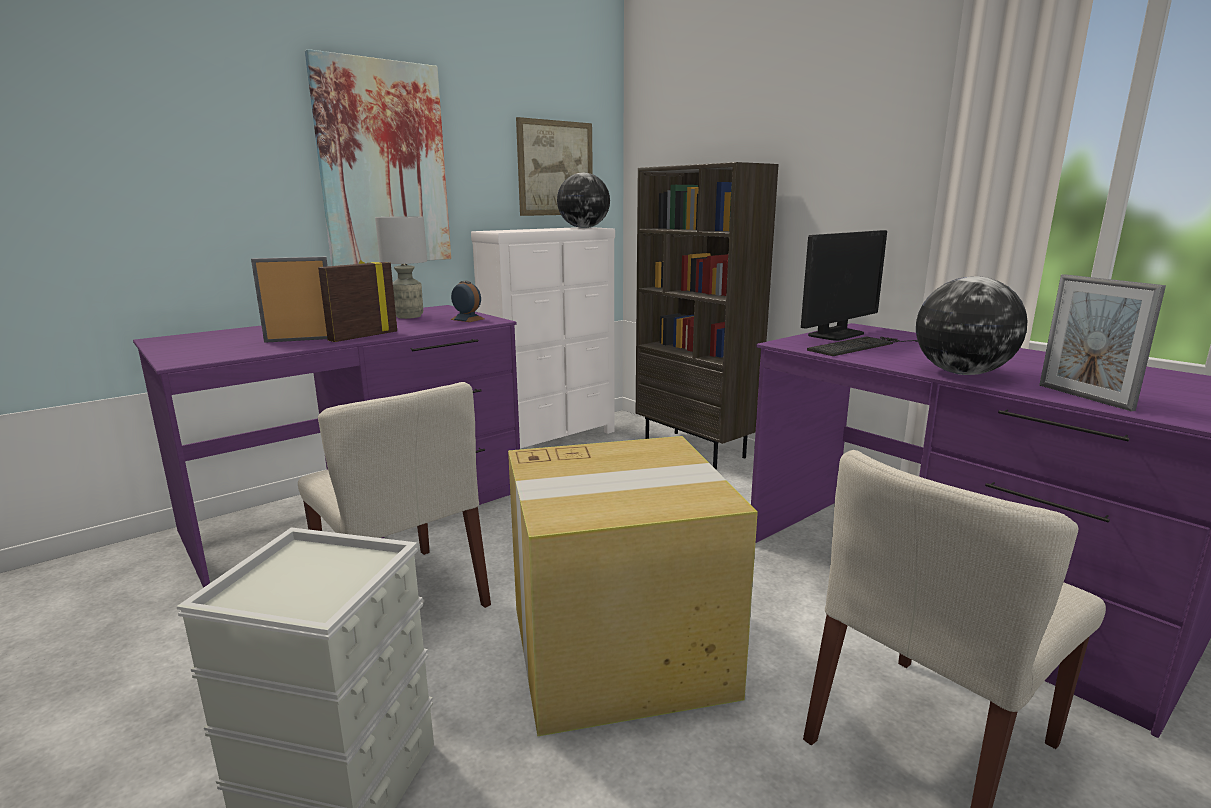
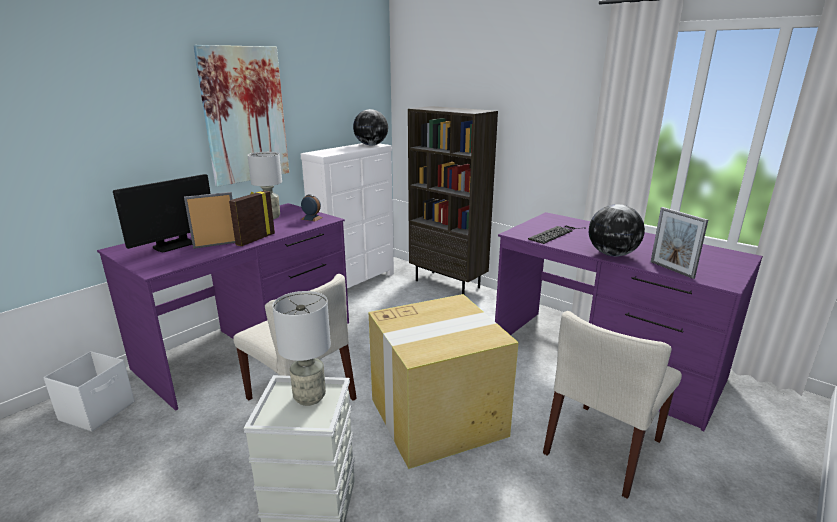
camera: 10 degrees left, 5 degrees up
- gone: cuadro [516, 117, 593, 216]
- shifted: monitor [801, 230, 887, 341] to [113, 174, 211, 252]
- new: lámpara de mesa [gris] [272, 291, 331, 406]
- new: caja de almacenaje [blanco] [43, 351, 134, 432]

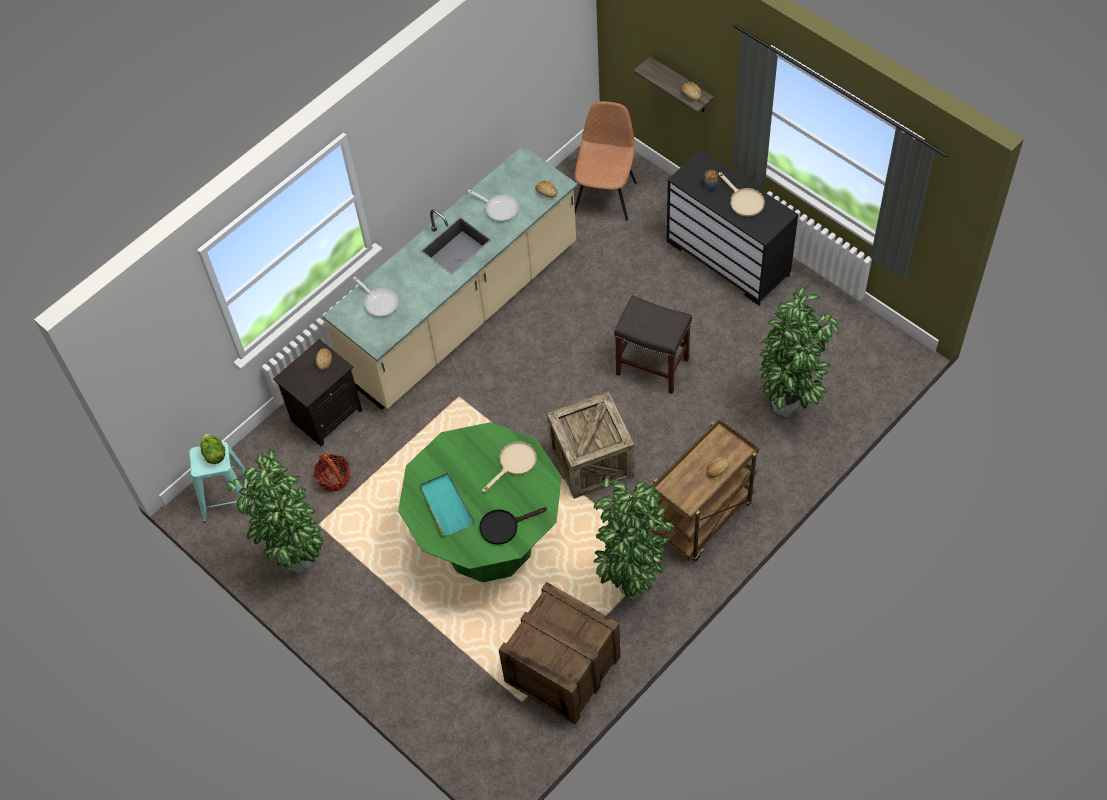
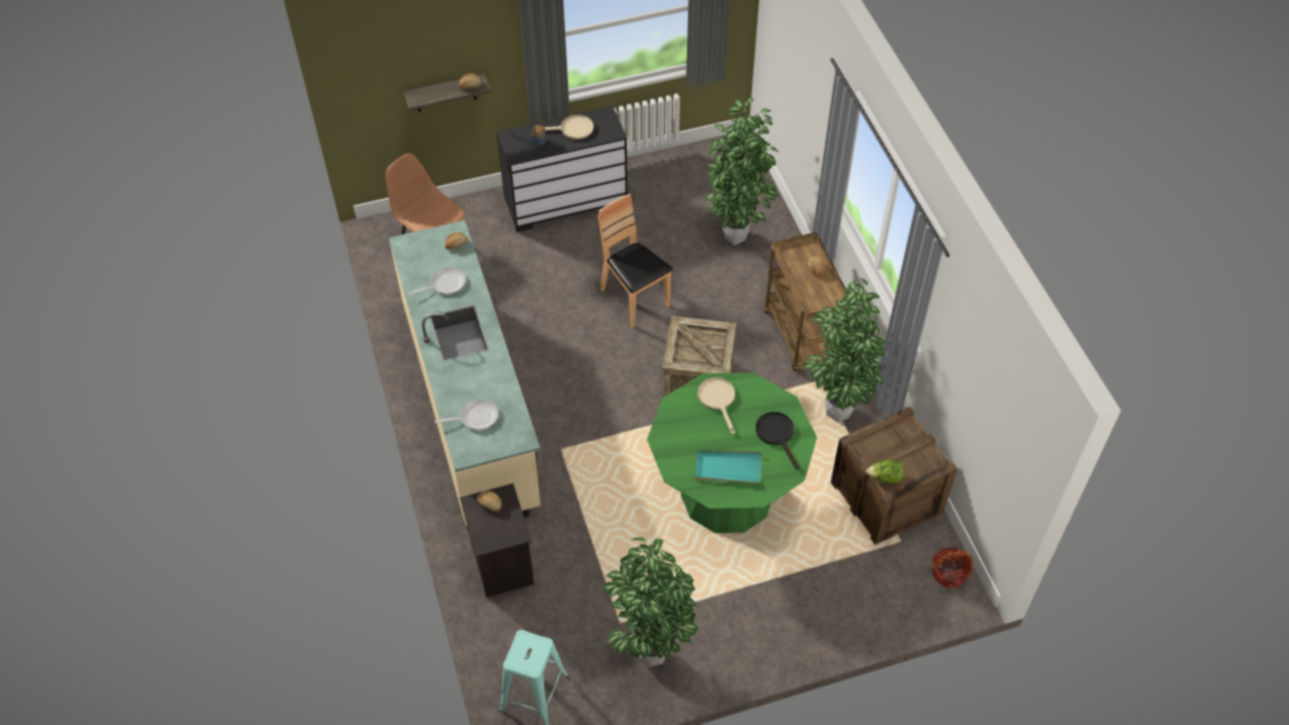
camera: 65 degrees left, 5 degrees down
- swapped: taburete [gris] [614, 295, 692, 394] to silla [marrón] [598, 194, 673, 328]
- shifted: lechuga [200, 433, 225, 464] to [866, 460, 904, 483]
- shifted: cesta [314, 454, 350, 492] to [932, 547, 973, 588]
- rotated: sartén [negro] [479, 507, 547, 545] = [756, 412, 799, 470] 150 degrees clockwise

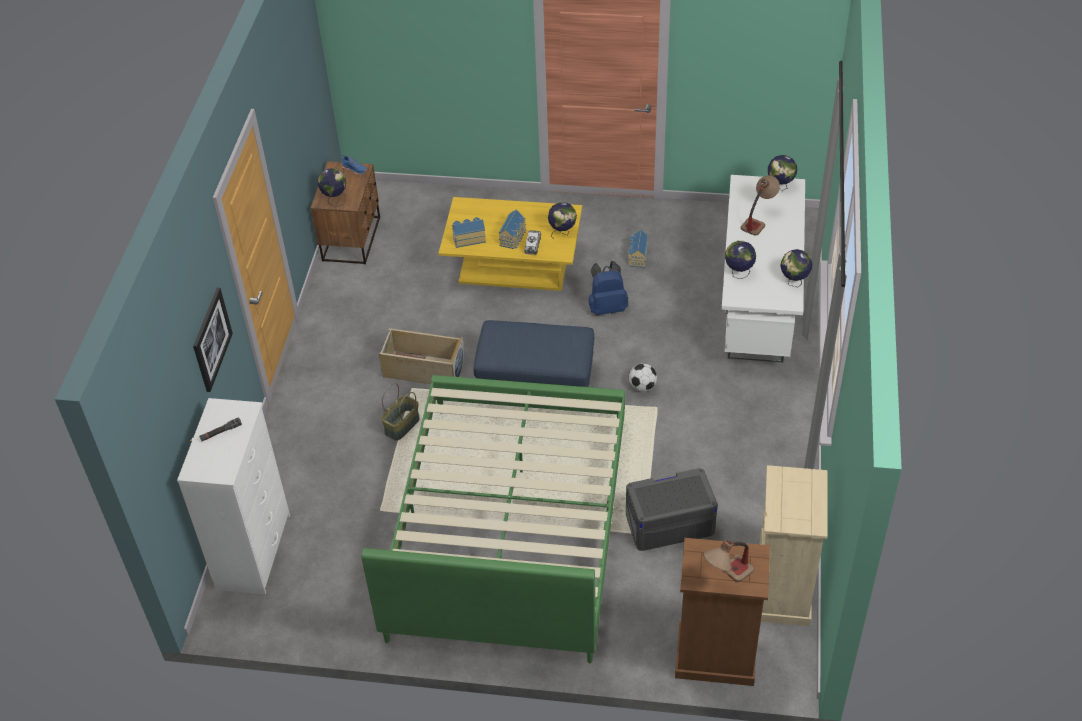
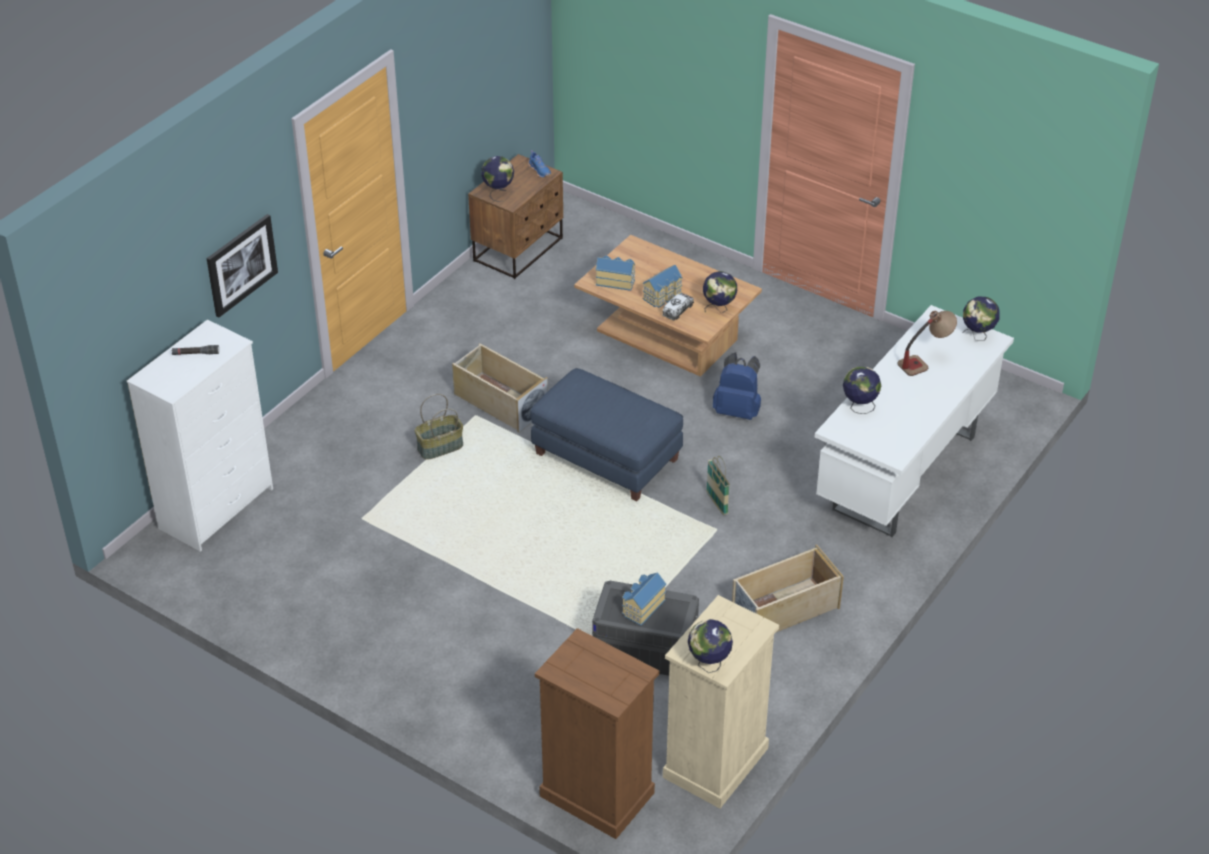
camera: 25 degrees right, 5 degrees down
- repainted: mesa de centro [amarillo] [439, 197, 582, 291] to mesa de centro [marrón] [574, 235, 762, 377]
- shifted: casita [628, 230, 648, 268] to [622, 572, 666, 626]
- shifted: globo terráqueo [780, 249, 812, 287] to [688, 619, 733, 673]
- swapped: balón de fútbol [629, 363, 657, 392] to cesta [706, 456, 730, 515]
- gone: cama [verde] [361, 375, 625, 663]
- gone: lámpara de mesa [703, 540, 754, 582]
- new: caja de almacenaje [beis] [732, 545, 844, 632]

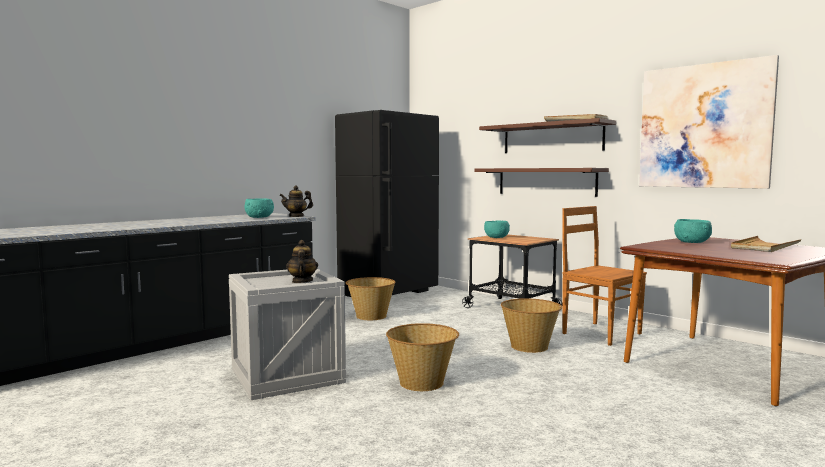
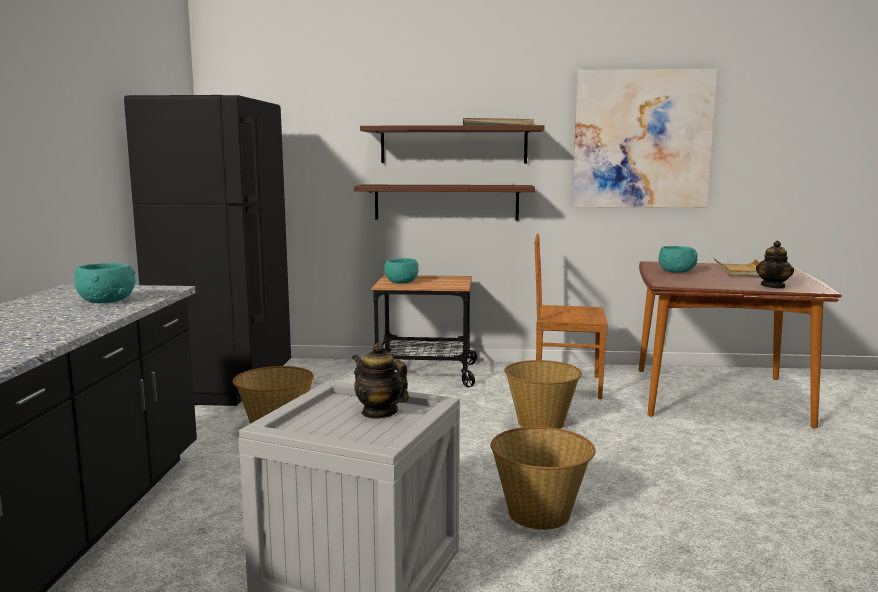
camera: 40 degrees left, 5 degrees up
- shifted: tetera [279, 186, 313, 217] to [756, 241, 794, 289]

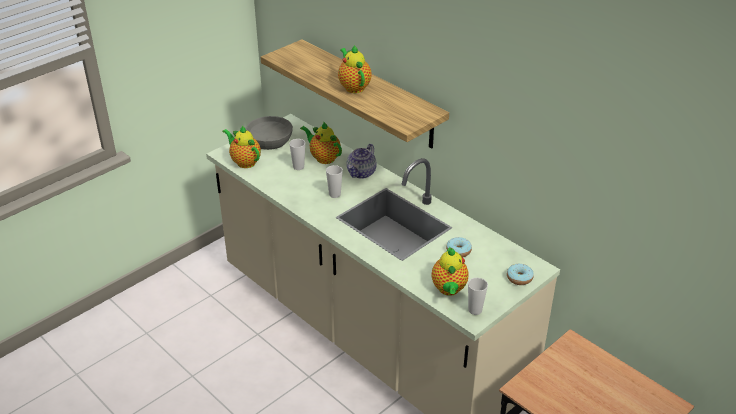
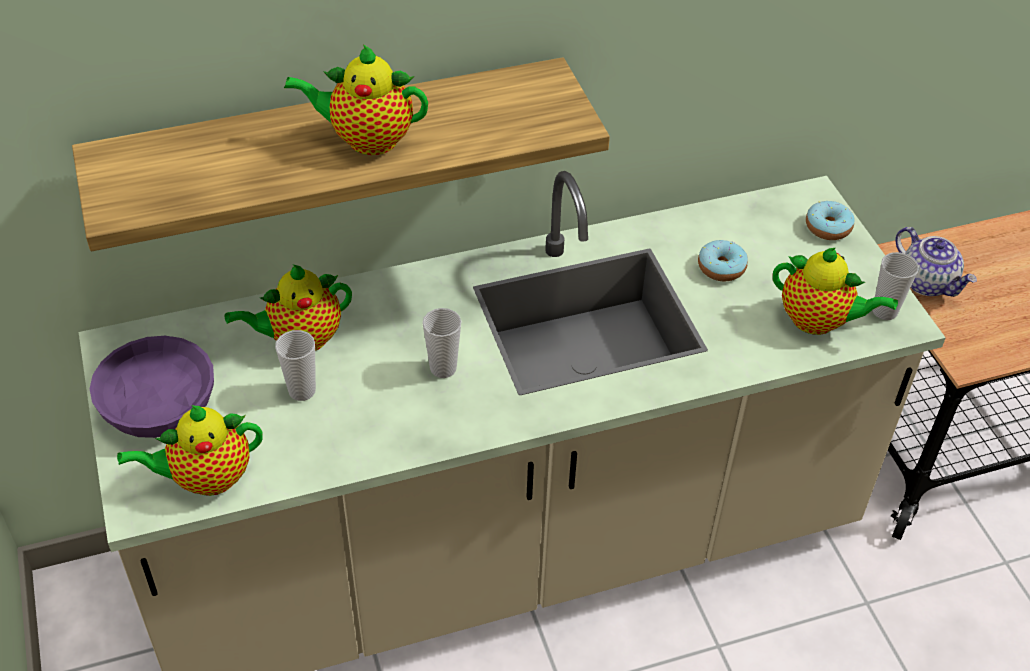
camera: 65 degrees left, 10 degrees up
- repainted: cuenco [gris] [245, 116, 293, 150] to cuenco [morado] [90, 336, 214, 438]
- shifted: tetera [347, 144, 376, 179] to [895, 227, 977, 297]

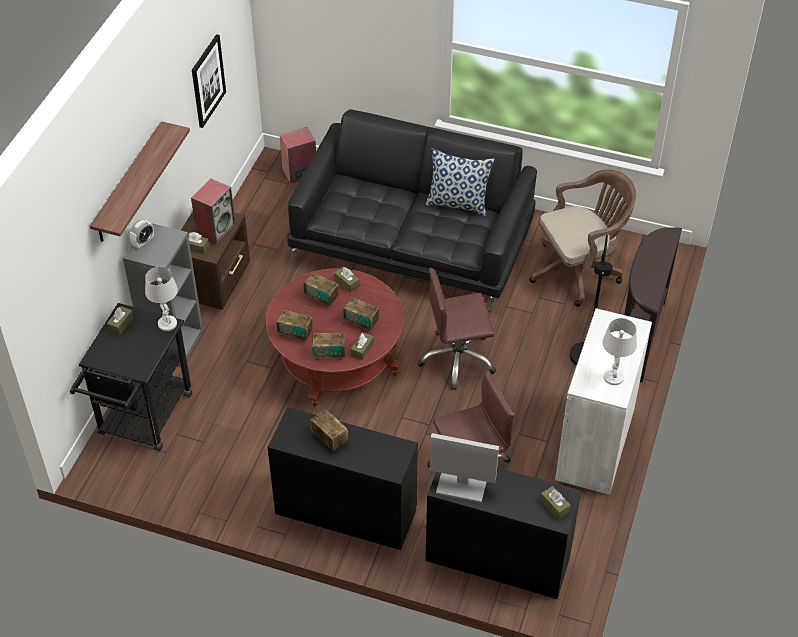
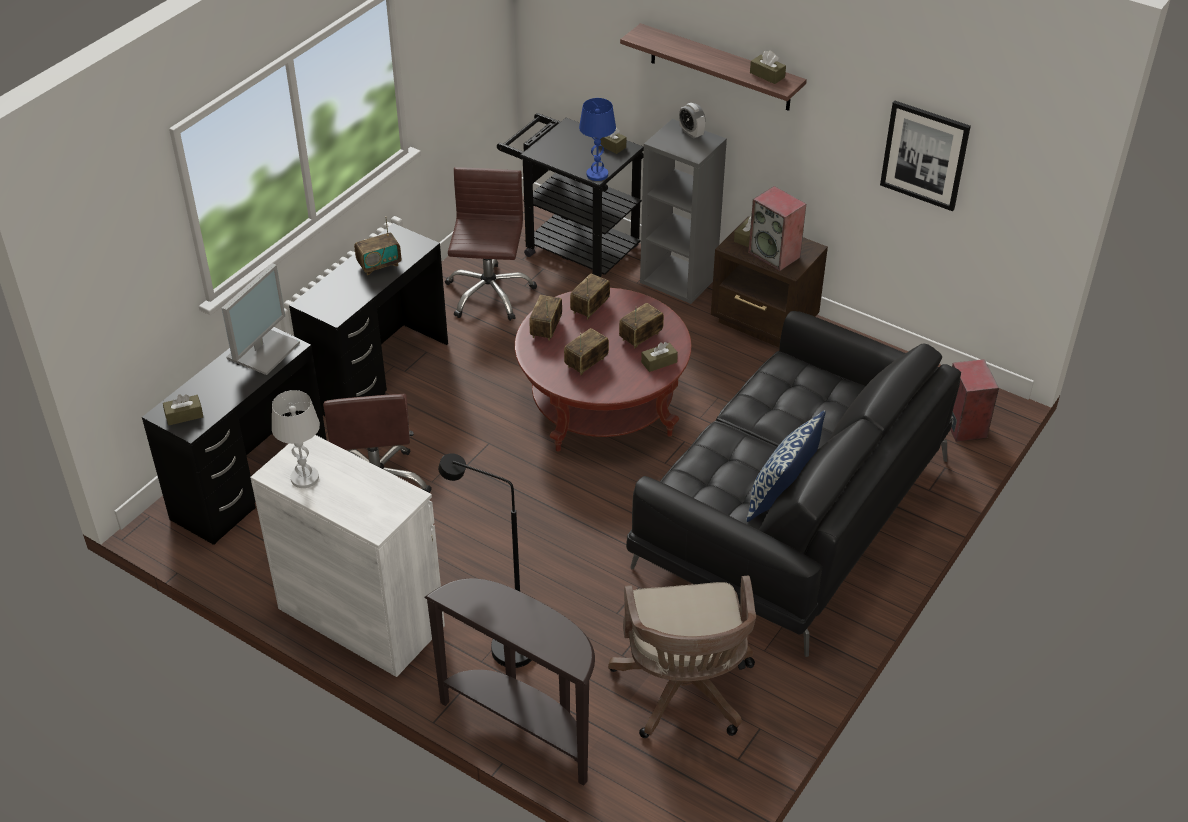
camera: 105 degrees right, 5 degrees down
- repainted: lámpara de mesa [blanco] [145, 267, 178, 331] to lámpara de mesa [azul] [579, 98, 616, 181]
- shifted: silla de oficina [marrón] [418, 268, 496, 390] to [445, 167, 537, 321]
- shifted: caja de pañuelos [marrón] [351, 332, 374, 360] to [750, 50, 786, 84]

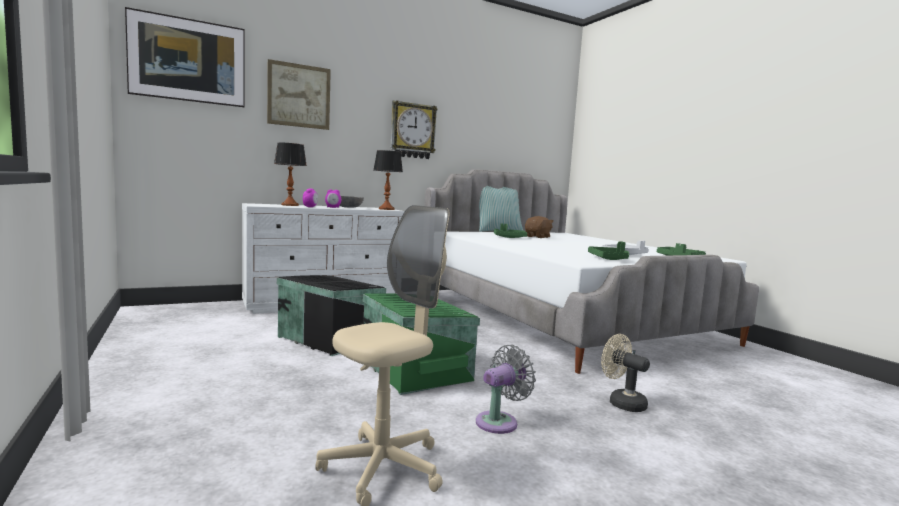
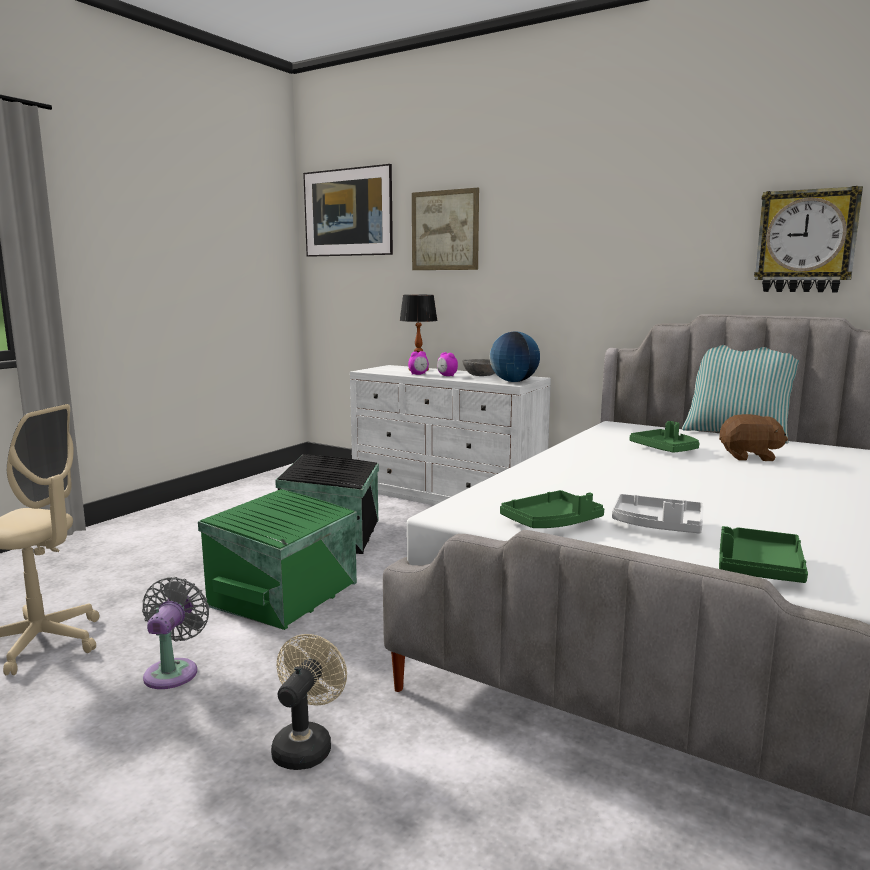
camera: 60 degrees right, 5 degrees up
- shifted: reloj de pared [390, 100, 438, 159] to [754, 186, 863, 292]
- swapped: lámpara de mesa [374, 150, 403, 210] to globo terráqueo [489, 332, 540, 382]
- rotated: ventilador [gris] [476, 344, 536, 434] = [142, 577, 209, 689] 105 degrees counterclockwise

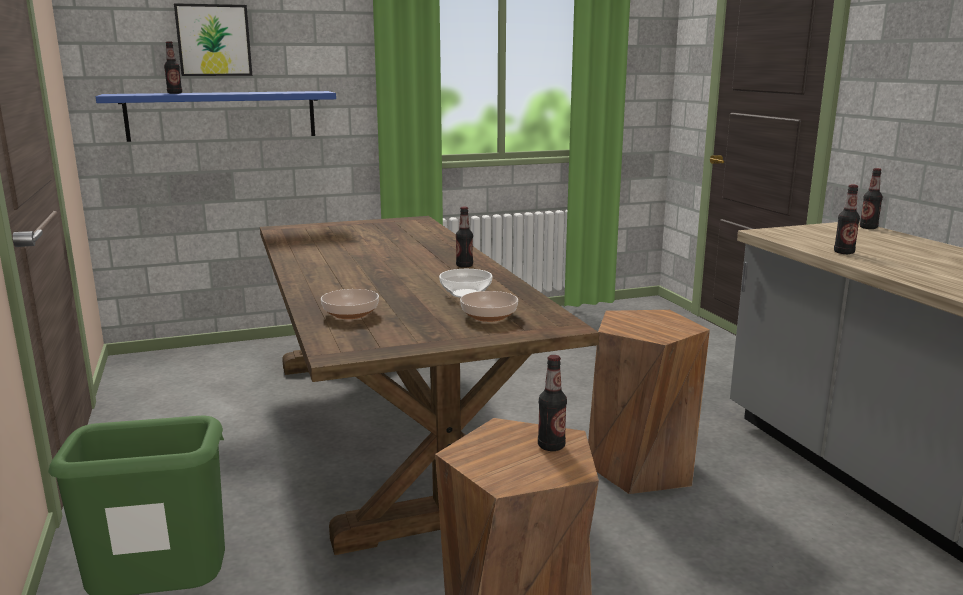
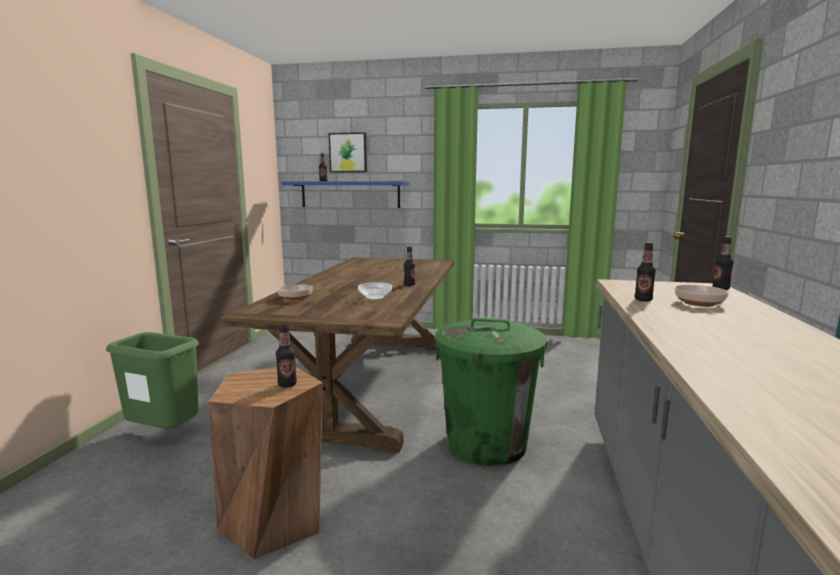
camera: 30 degrees right, 5 degrees down
- shifted: cuenco [460, 291, 518, 322] to [675, 285, 728, 307]
- swapped: taburete [marrón] [588, 310, 710, 494] to papelera [verde] [435, 318, 547, 466]

